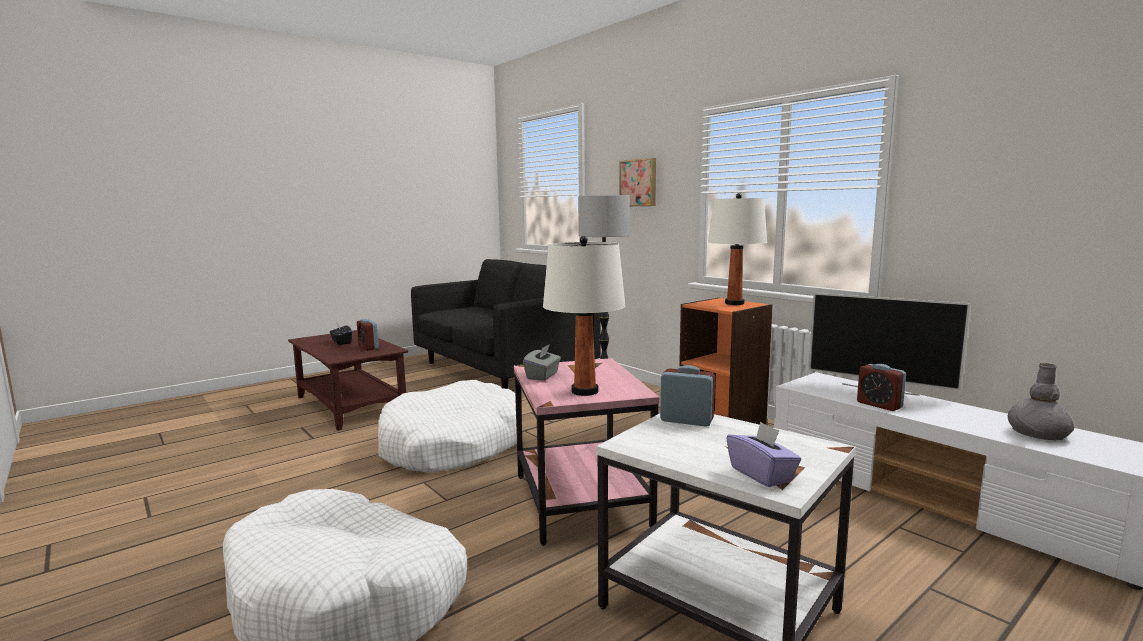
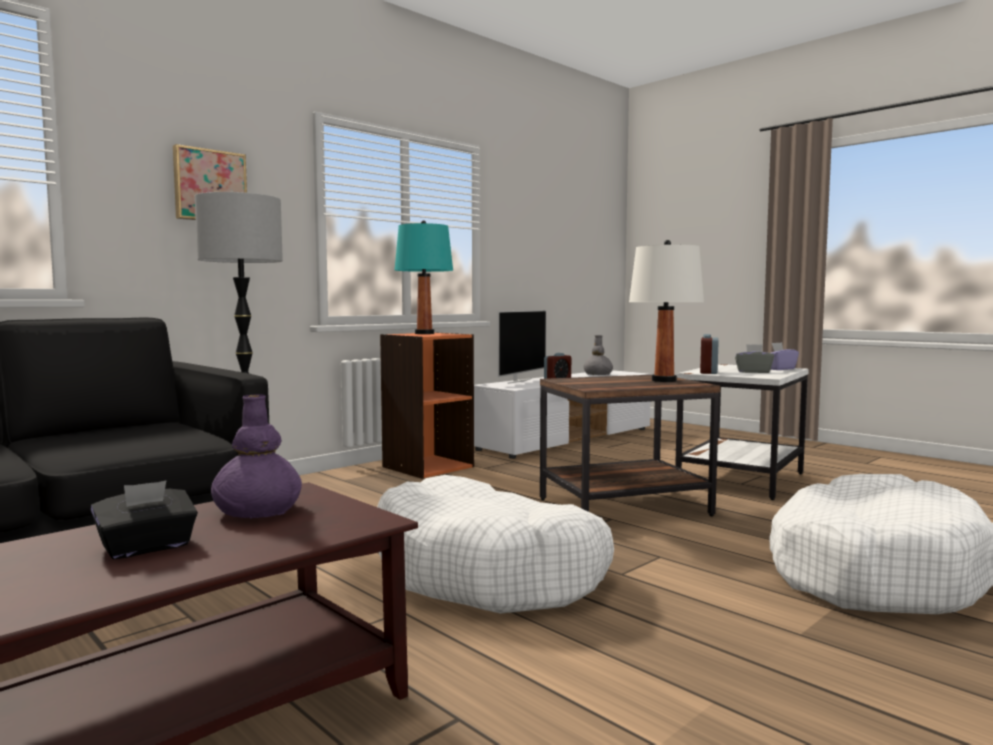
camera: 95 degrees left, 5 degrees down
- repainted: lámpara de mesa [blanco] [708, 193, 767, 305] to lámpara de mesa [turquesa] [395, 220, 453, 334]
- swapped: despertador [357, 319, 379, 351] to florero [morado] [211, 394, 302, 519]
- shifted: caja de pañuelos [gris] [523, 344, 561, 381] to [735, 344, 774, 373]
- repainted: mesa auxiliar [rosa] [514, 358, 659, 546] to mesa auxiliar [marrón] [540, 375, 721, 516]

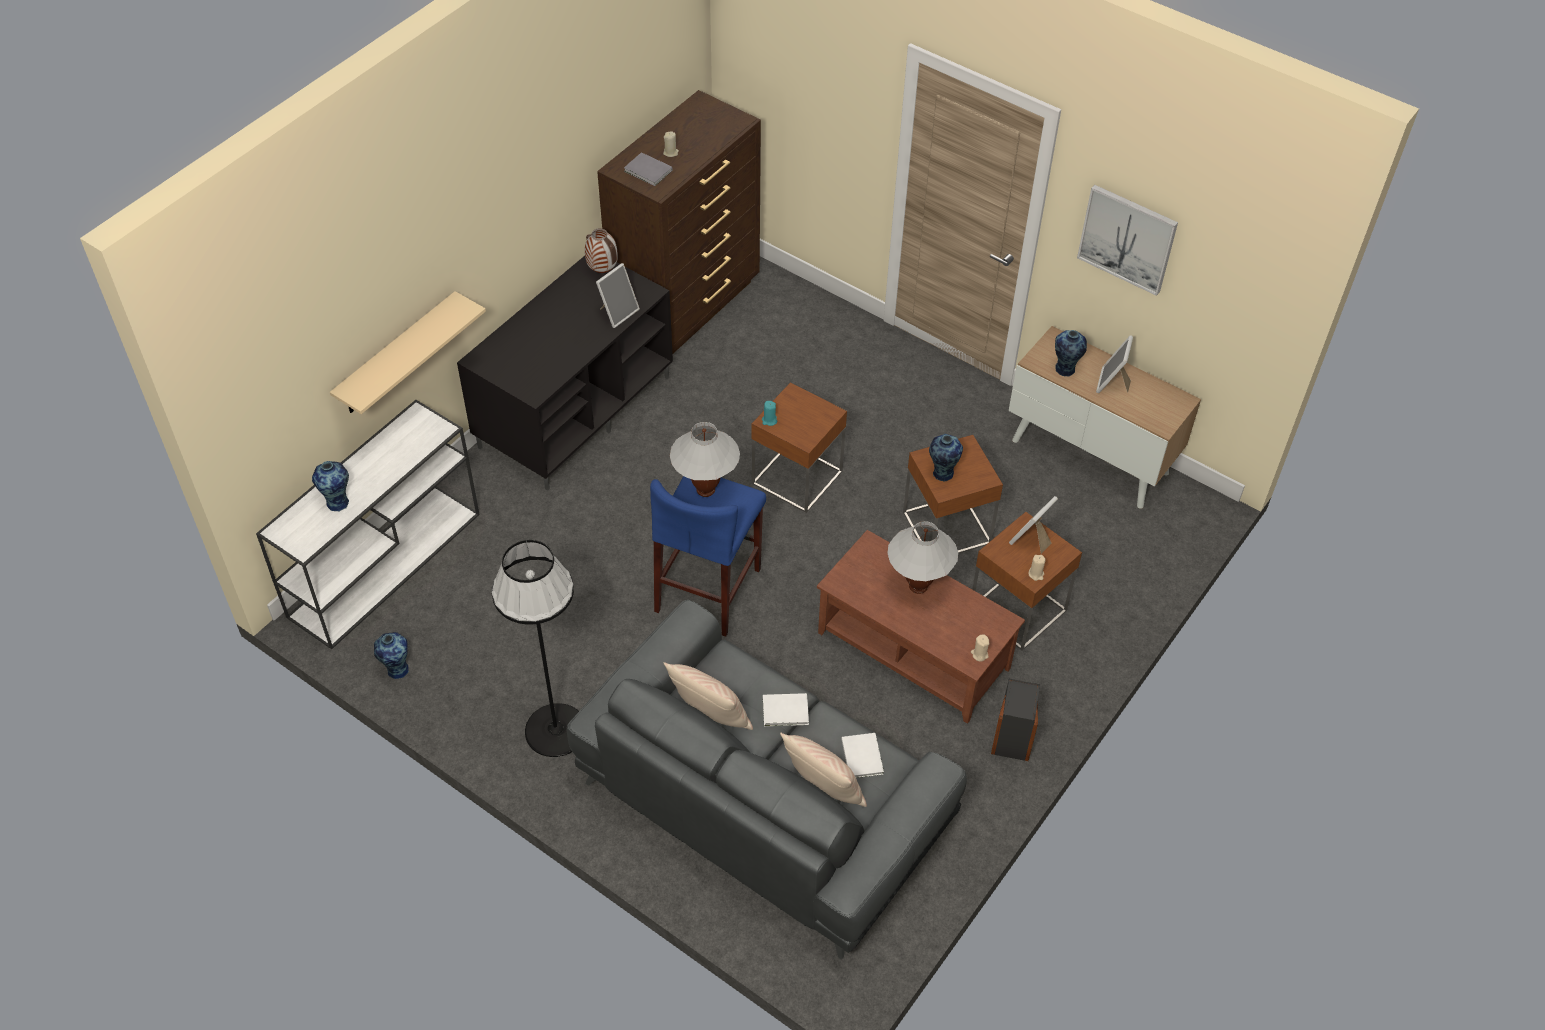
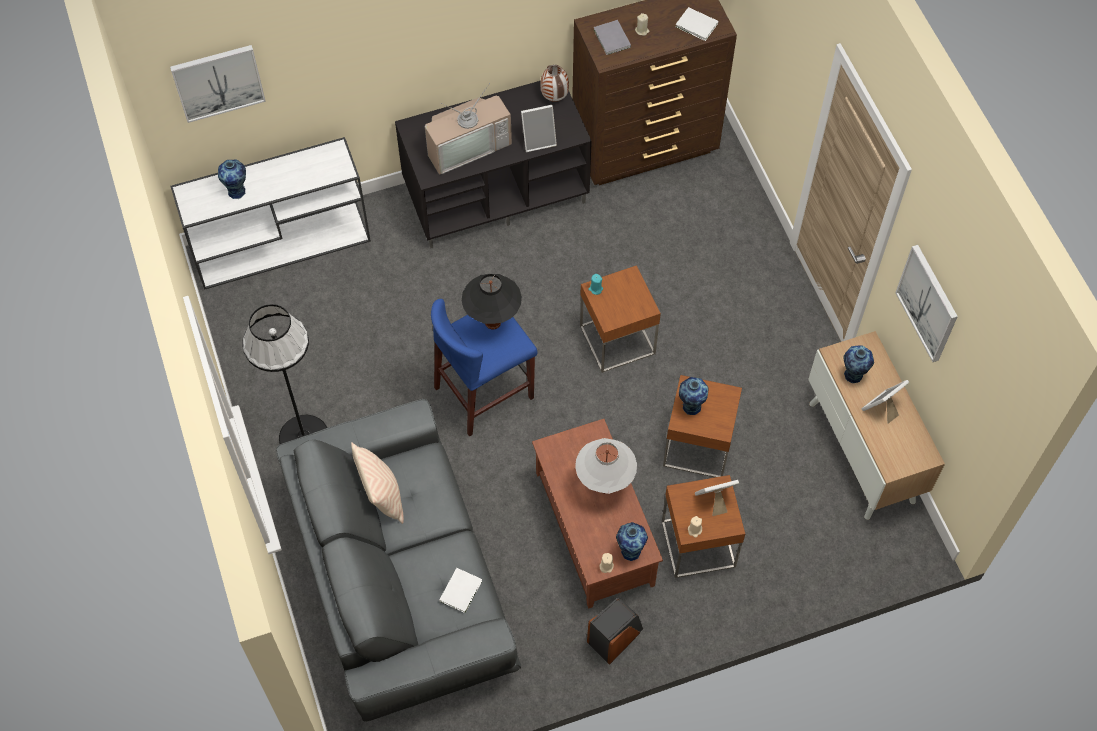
camera: 35 degrees right, 10 degrees up
- gone: estante [beis] [330, 291, 486, 414]
- repainted: lámpara de mesa [blanco] [670, 422, 740, 497] to lámpara de mesa [negro] [462, 274, 522, 329]
- shifted: florero [374, 632, 410, 679] to [616, 522, 648, 561]
- shifted: libro [blanco] [763, 693, 809, 726] to [676, 7, 718, 41]
- gone: cojín [beis] [780, 733, 867, 807]
- new: cuadro [170, 45, 266, 123]
- new: televisor [425, 83, 512, 175]

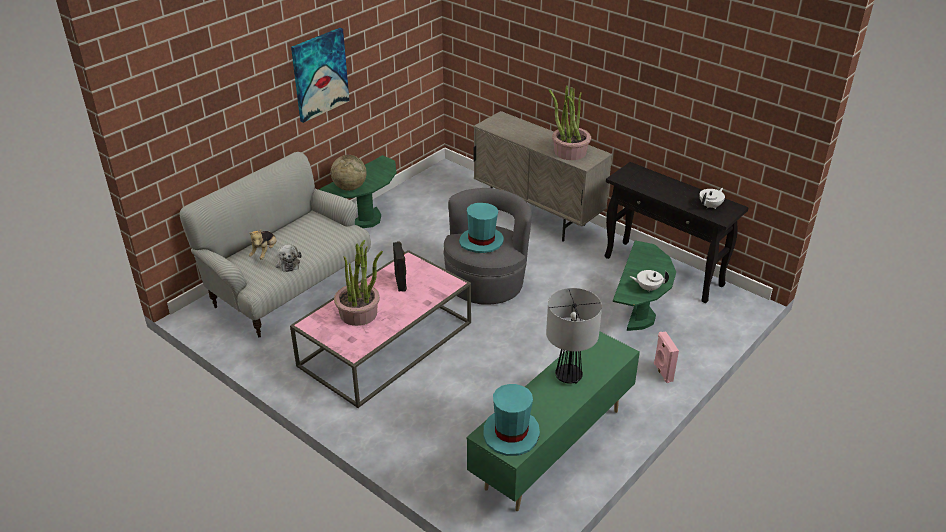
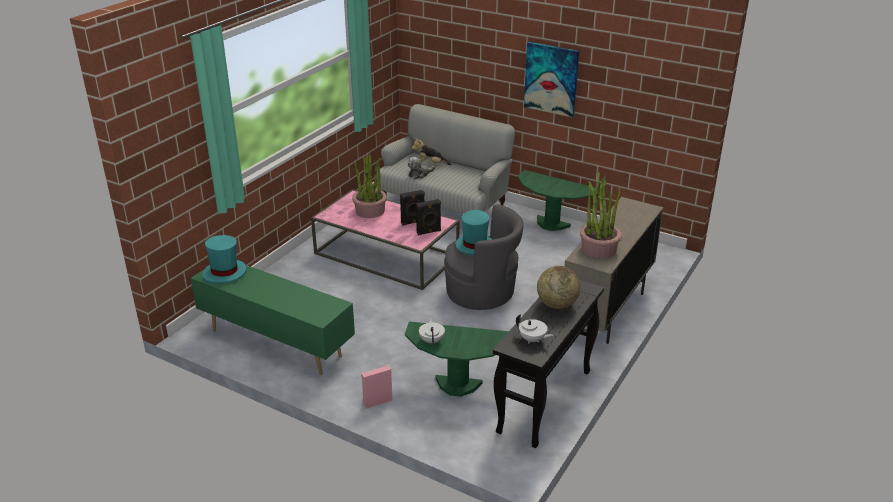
camera: 80 degrees right, 5 degrees down
- shifted: globo terráqueo [331, 155, 367, 191] to [537, 266, 580, 309]
- gone: lámpara de mesa [546, 288, 602, 384]
- new: altavoz [negro] [416, 199, 441, 236]

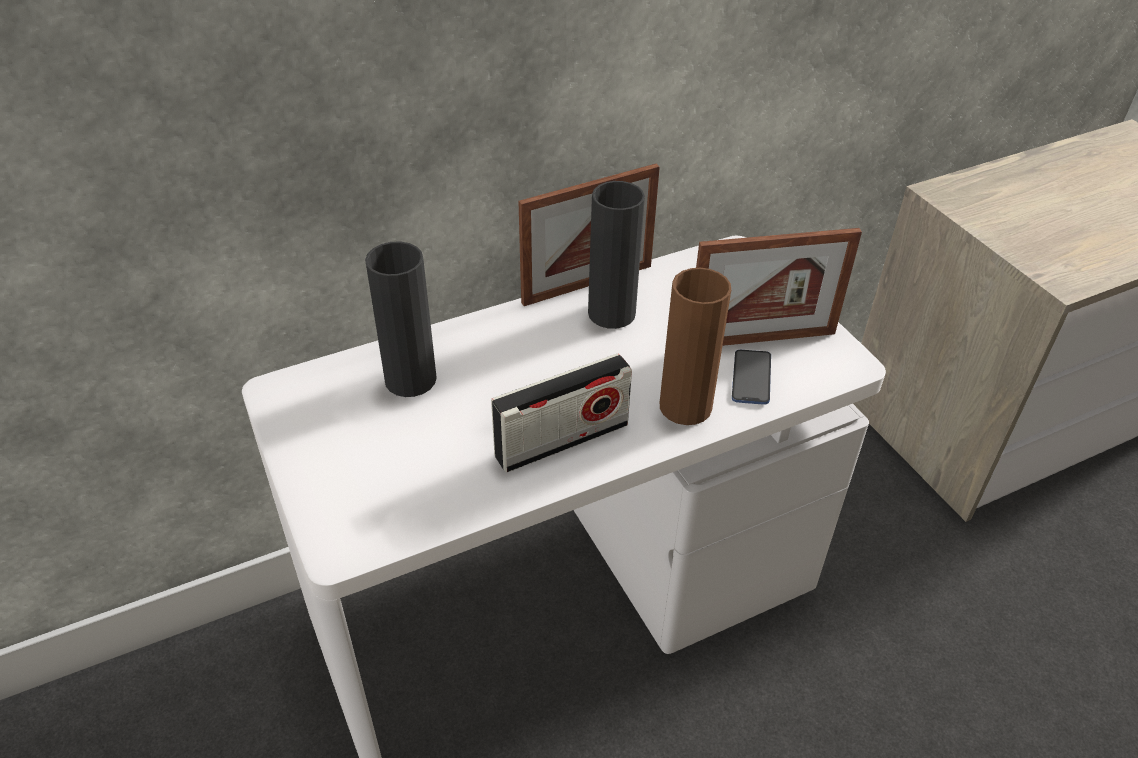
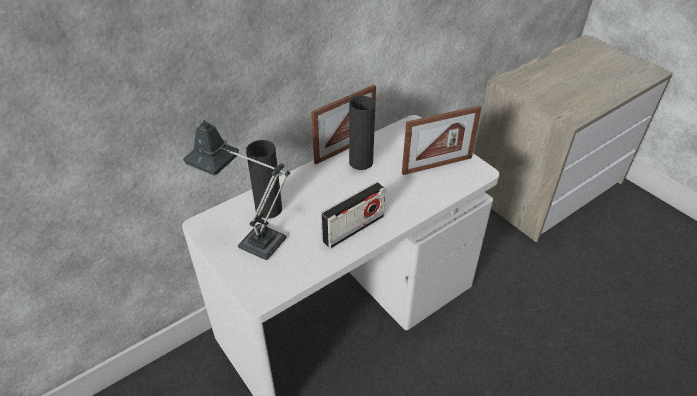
camera: 10 degrees left, 0 degrees up
- gone: florero [marrón] [660, 268, 731, 425]
- gone: móvil [732, 350, 771, 405]
- new: lámpara de mesa [183, 120, 290, 260]

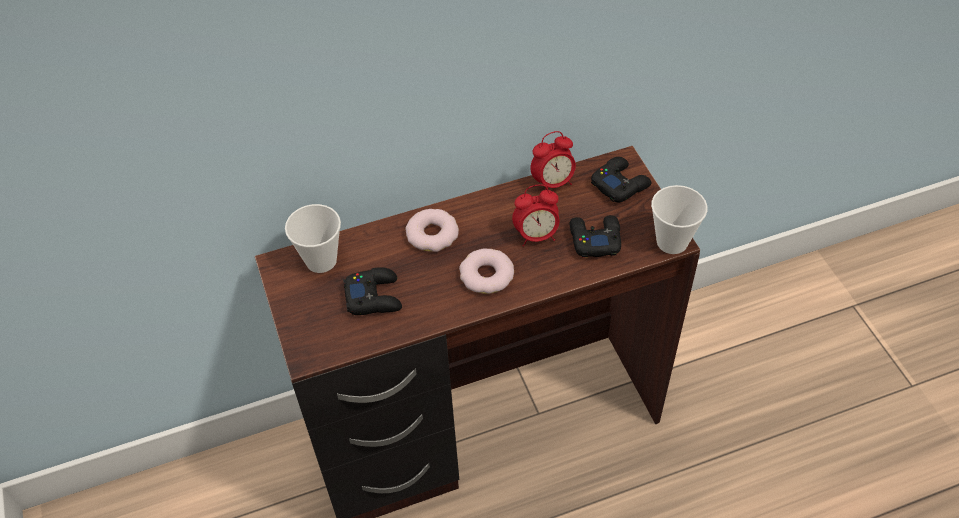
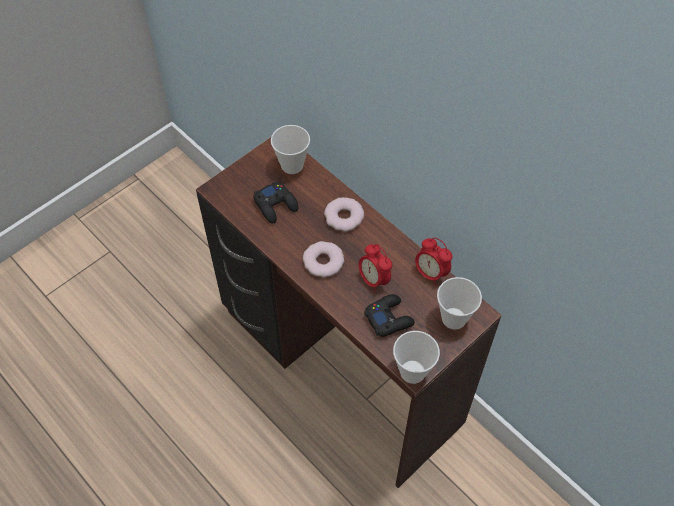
camera: 65 degrees right, 5 degrees up
- swapped: mando de consola [negro] [591, 157, 652, 203] to taza [437, 277, 482, 330]

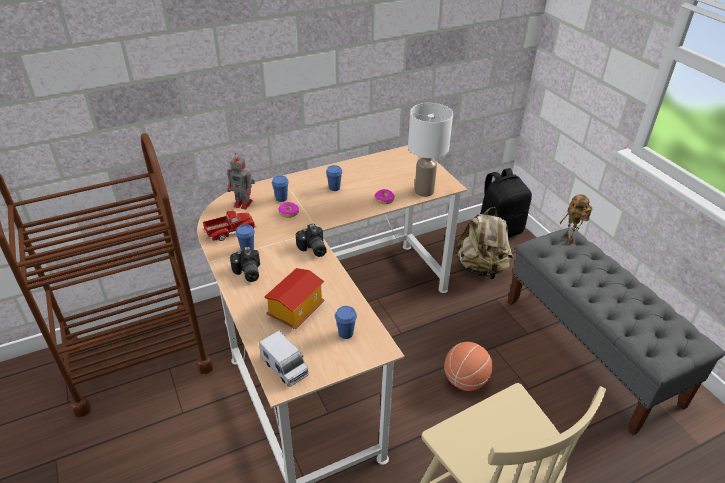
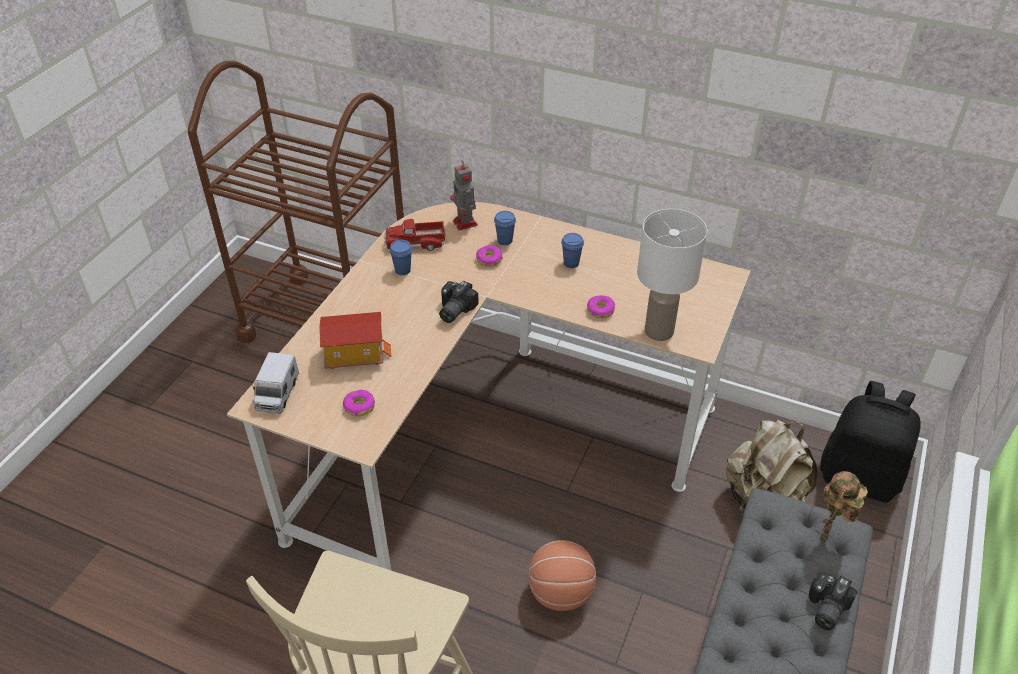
camera: 50 degrees right, 5 degrees up
- rotated: camión de juguete [203, 211, 256, 241] = [385, 219, 446, 251] 150 degrees clockwise
- shifted: cámara [230, 246, 260, 282] to [809, 572, 858, 630]
- swapped: taza [azul] [335, 306, 357, 339] to rosquilla [343, 390, 375, 417]

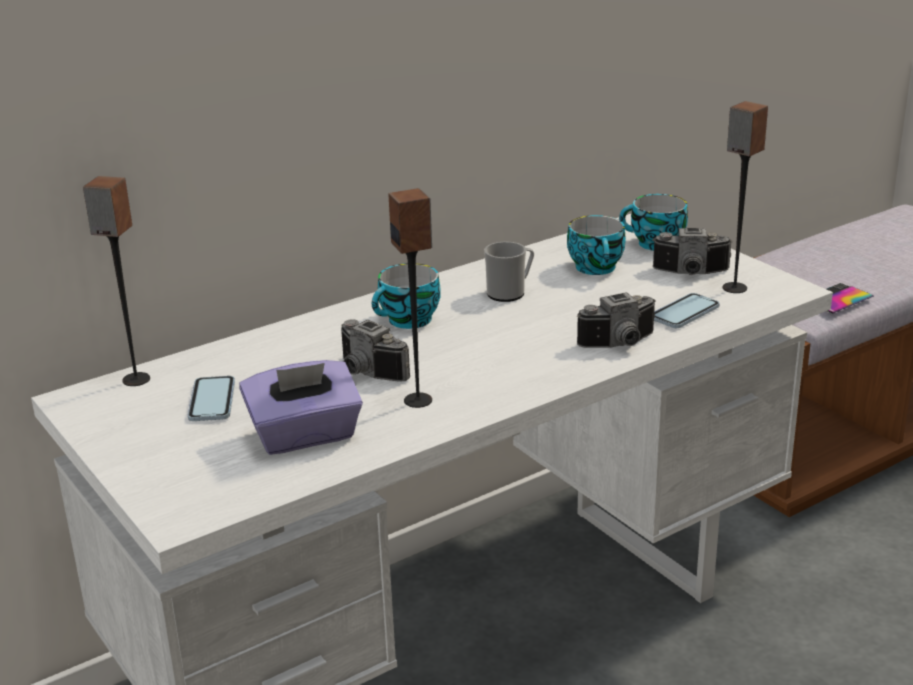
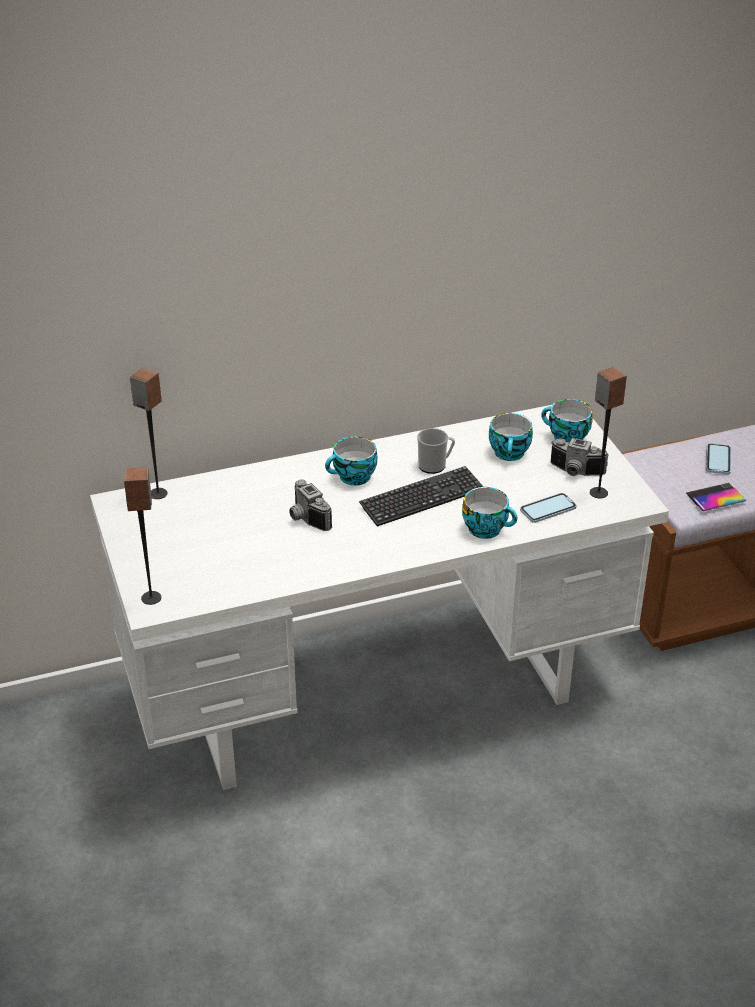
camera: 15 degrees right, 10 degrees up
- shifted: altavoz [388, 188, 432, 408] to [124, 467, 161, 605]
- swapped: cámara [577, 292, 656, 348] to taza [462, 487, 517, 539]
- gone: caja de pañuelos [morado] [239, 360, 363, 455]
- shifted: móvil [188, 376, 235, 421] to [706, 443, 731, 474]
- new: teclado [359, 466, 483, 527]

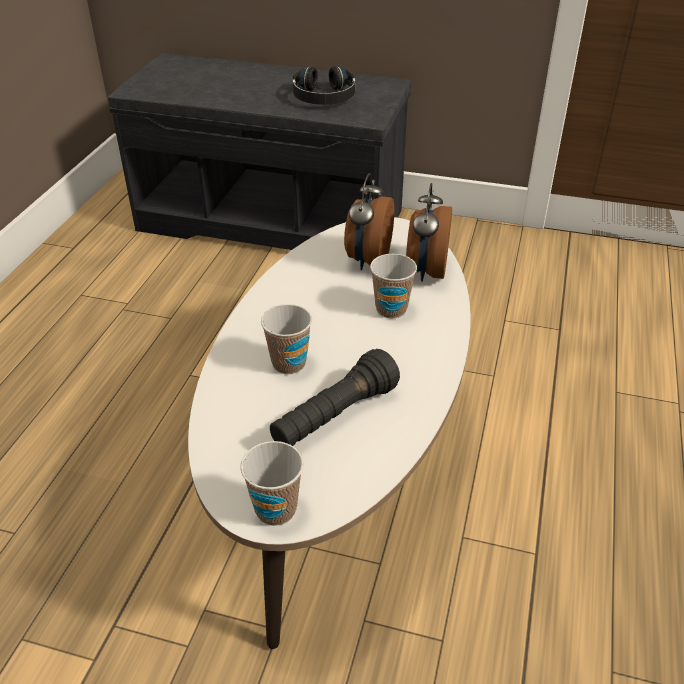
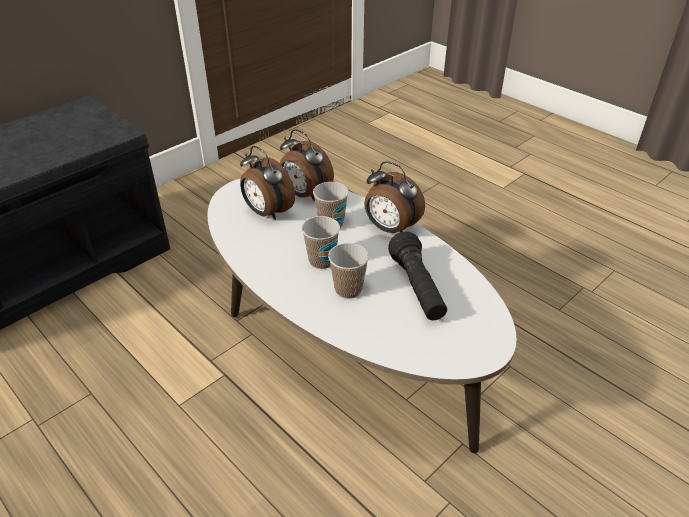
camera: 60 degrees left, 0 degrees up
- gone: auriculares [negro] [293, 66, 355, 105]
- shifted: taza [240, 441, 303, 526] to [302, 216, 340, 269]
- new: despertador [364, 161, 425, 233]

